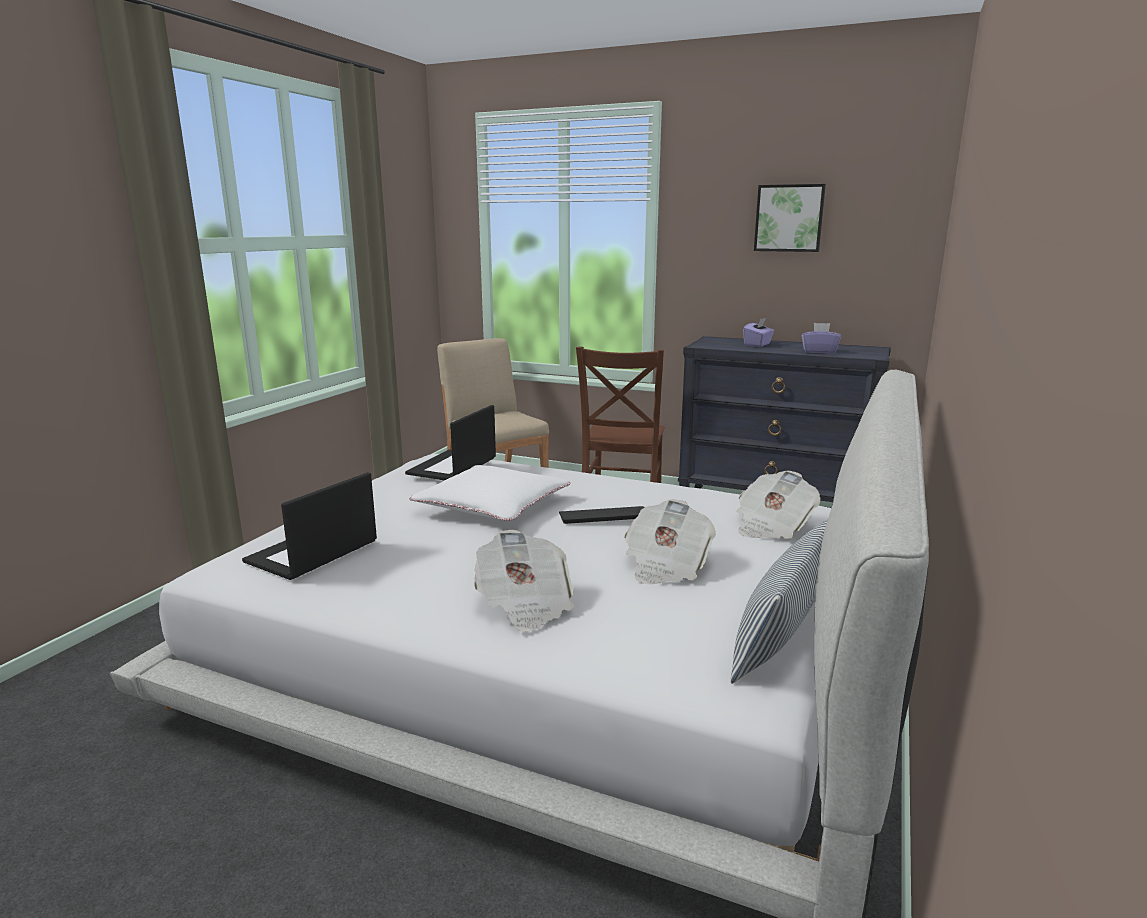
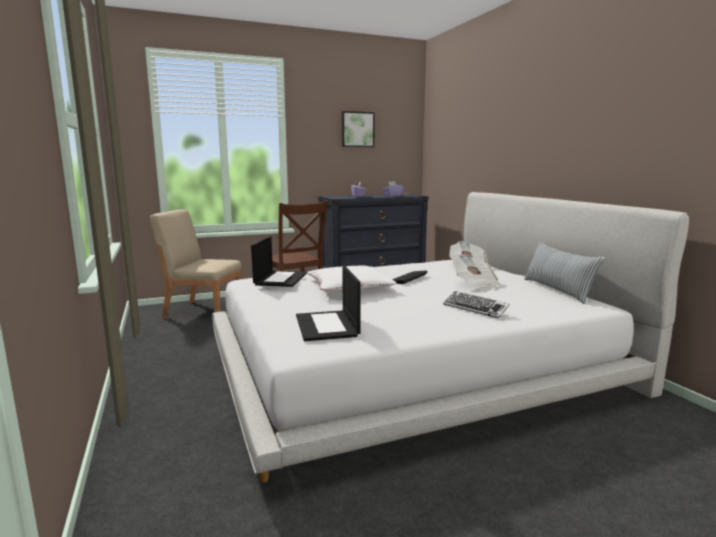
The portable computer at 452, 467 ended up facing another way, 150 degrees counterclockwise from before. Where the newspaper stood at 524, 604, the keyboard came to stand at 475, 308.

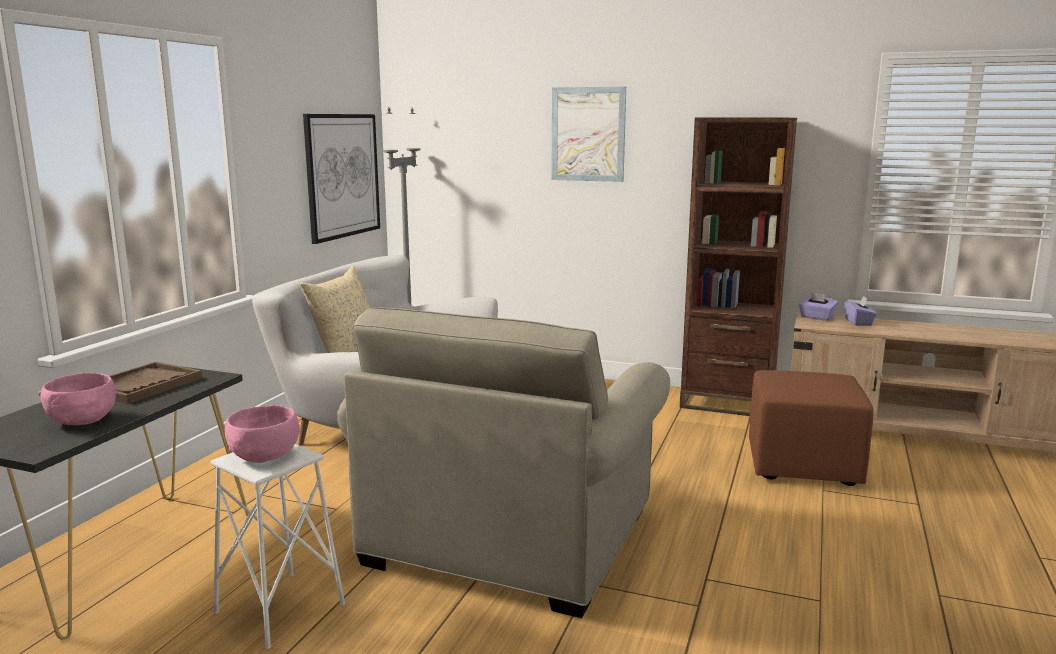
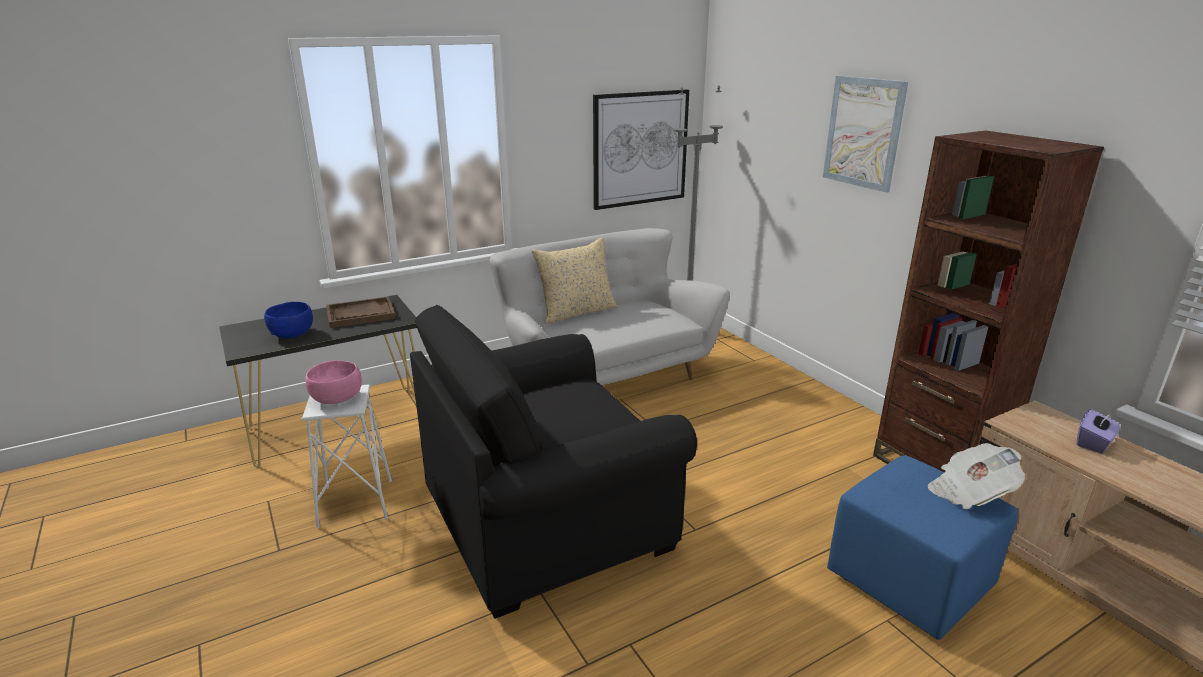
What was the pink serving bowl at 82, 420 turned into the bluish serving bowl at 292, 334. What was the beige lounge chair at 510, 536 turned into the black-coloured lounge chair at 546, 519. What was the brownish ottoman at 801, 465 turned into the bluish ottoman at 907, 580. The second view gained the newspaper at 970, 492. The second view lost the purple-coloured tissue holder at 816, 317.

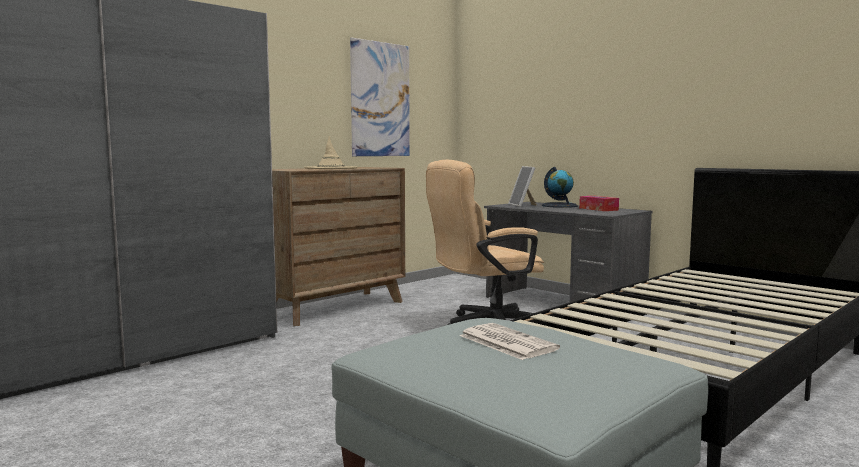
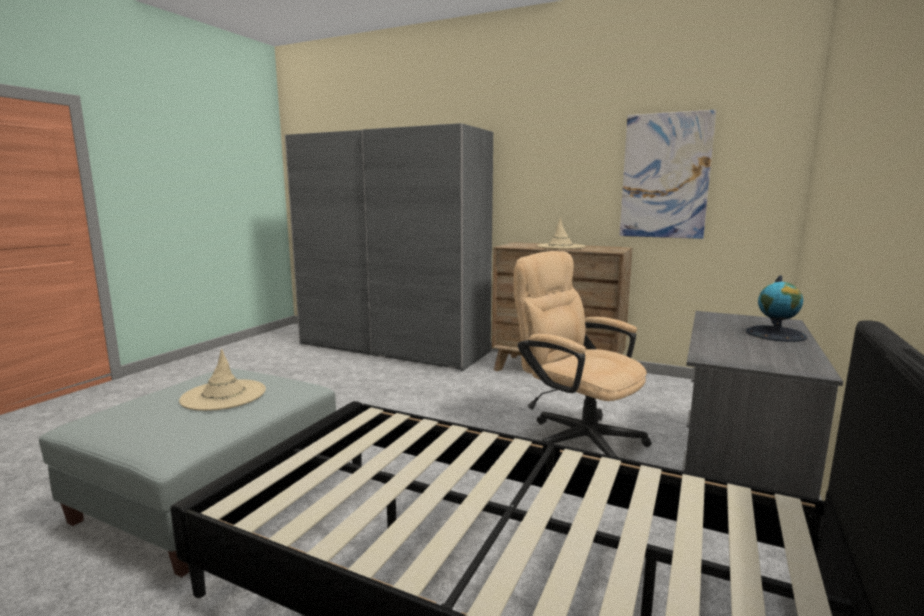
Where the newspaper stood at 506, 342, the beige clothing hat came to stand at 223, 395. The second view lost the photo frame at 523, 205. The second view lost the tissue holder at 598, 209.

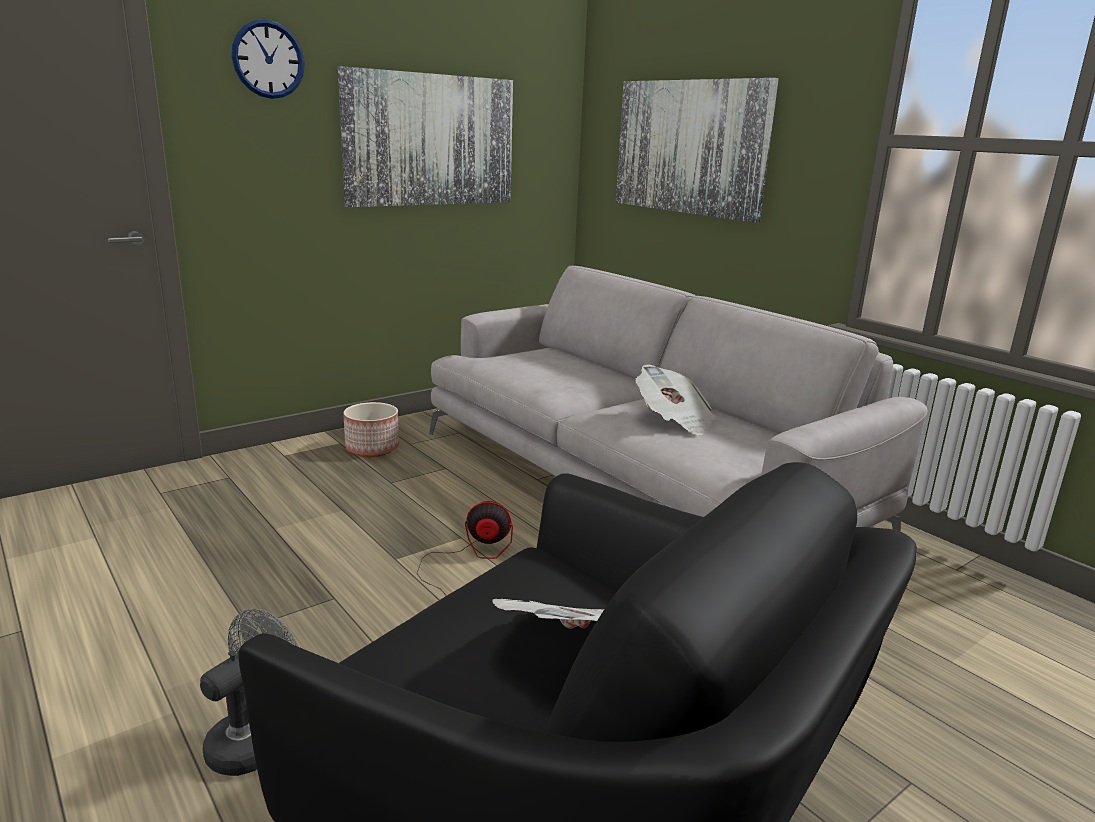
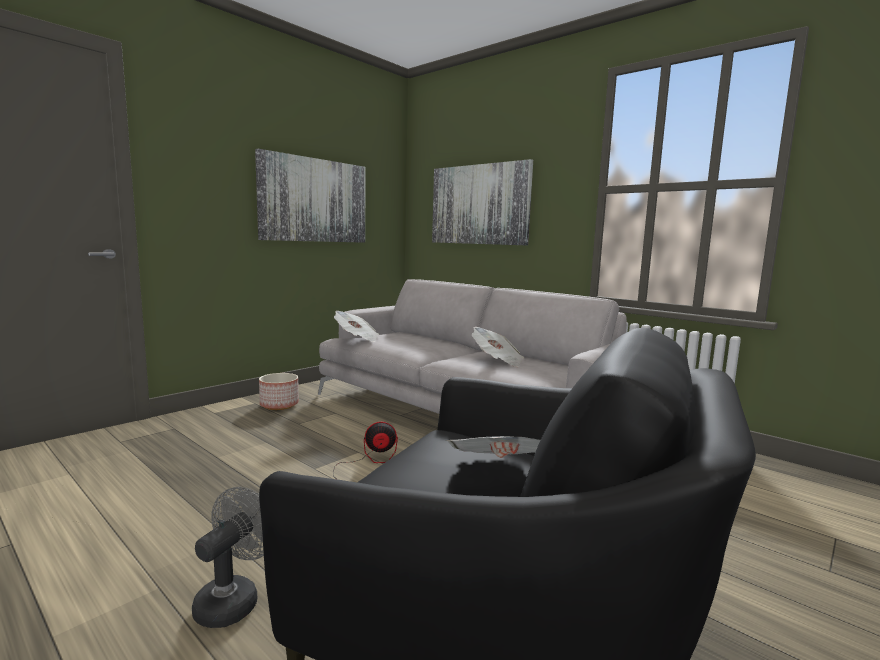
The second view gained the newspaper at 357, 338. The second view lost the hanging clock at 268, 59.

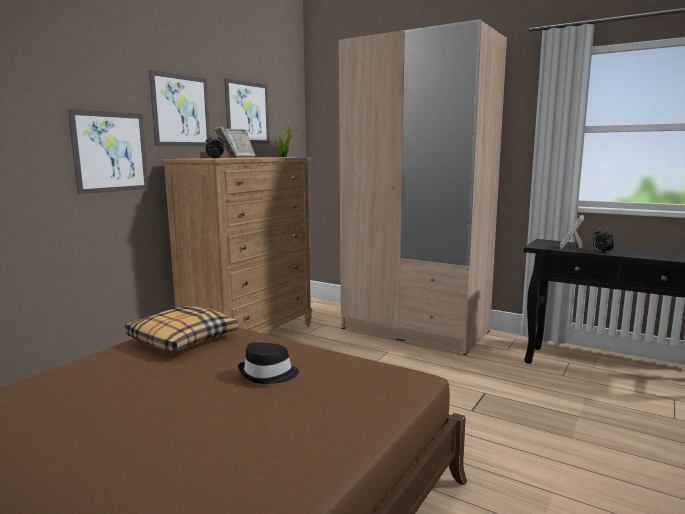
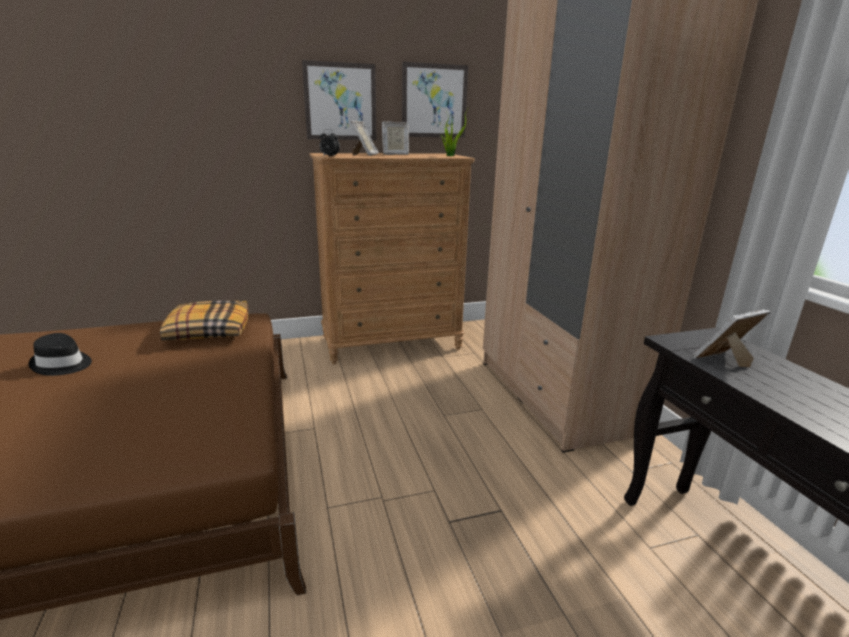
The black-coloured clothing hat ended up elsewhere, having gone from 268, 374 to 62, 364. The second view lost the picture at 110, 152. The second view lost the alarm clock at 601, 252.

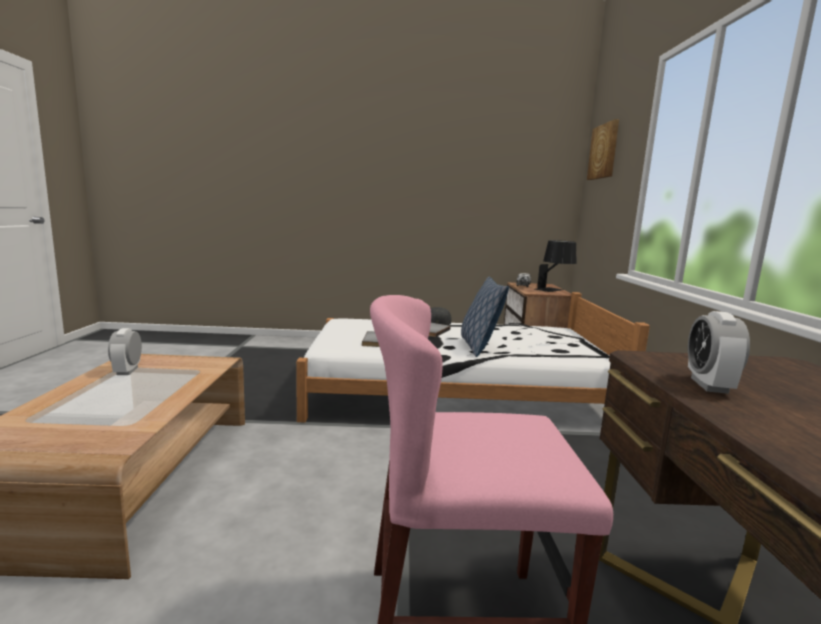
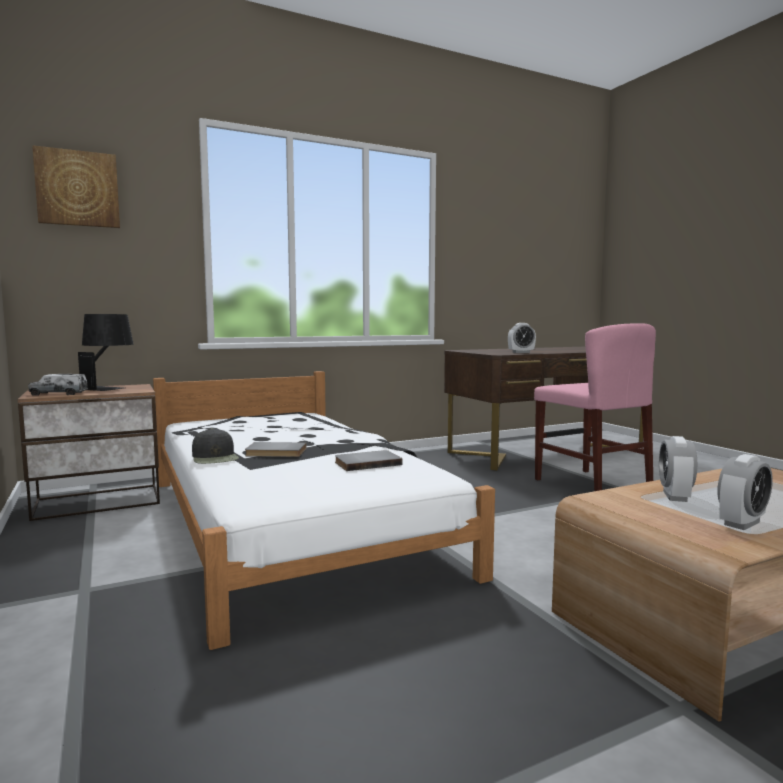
The second view gained the alarm clock at 675, 496. The second view lost the pillow at 479, 347.

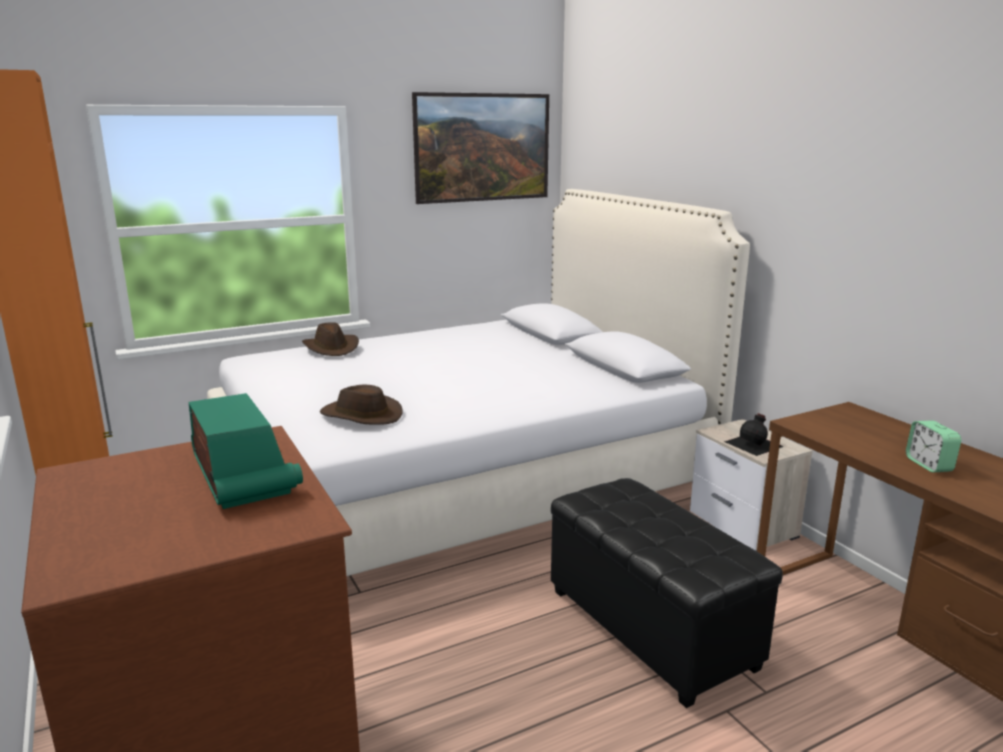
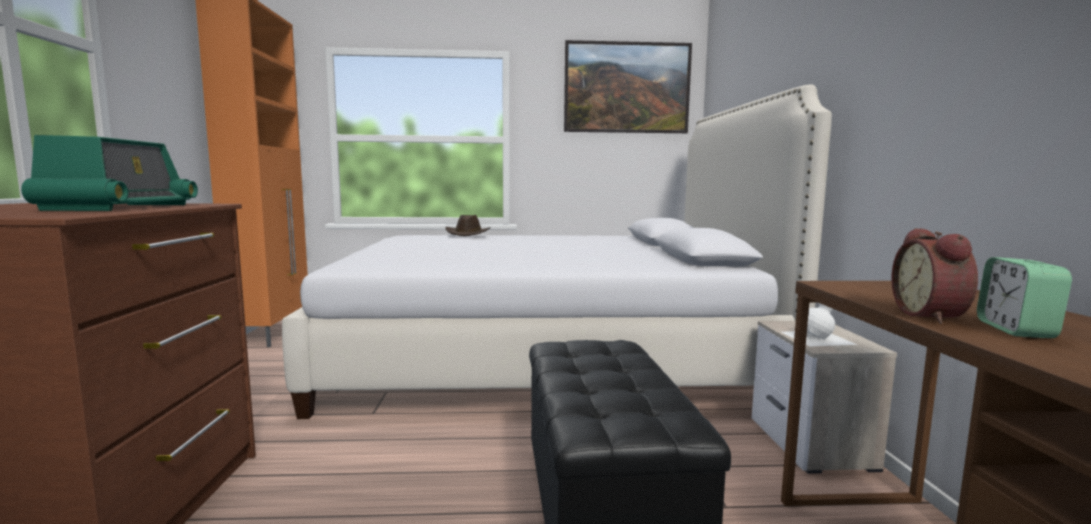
What was the black-coloured drink bottle at 754, 444 turned into the white drink bottle at 818, 338. The second view gained the alarm clock at 932, 316. The second view lost the brownish clothing hat at 361, 415.

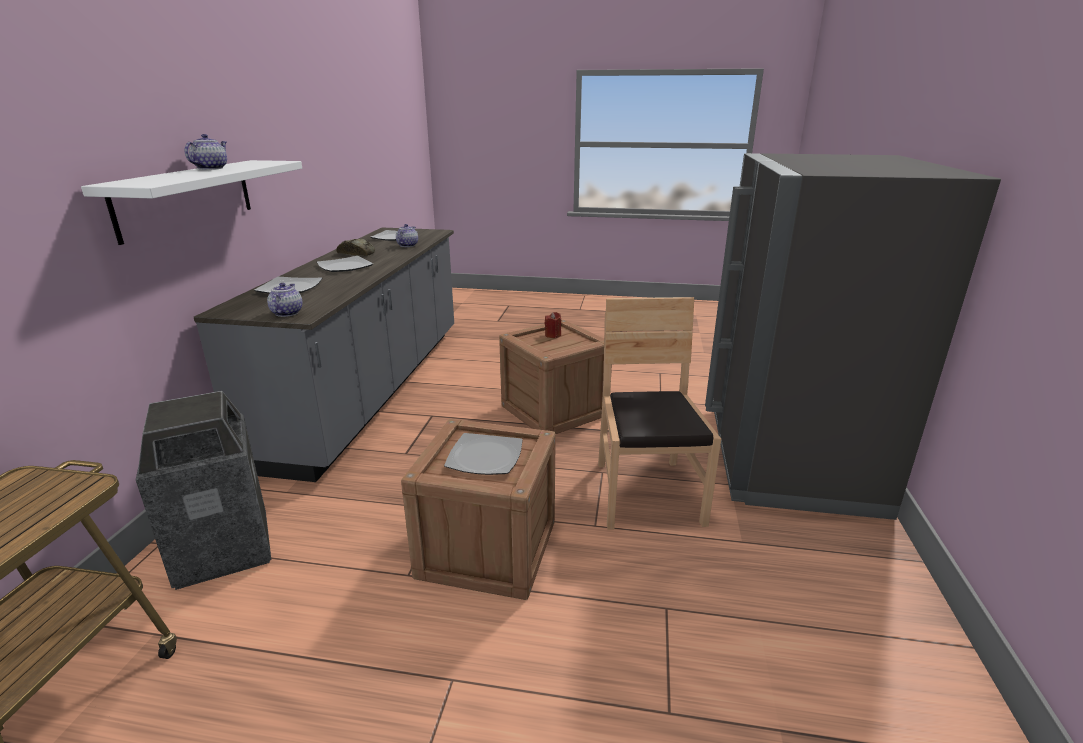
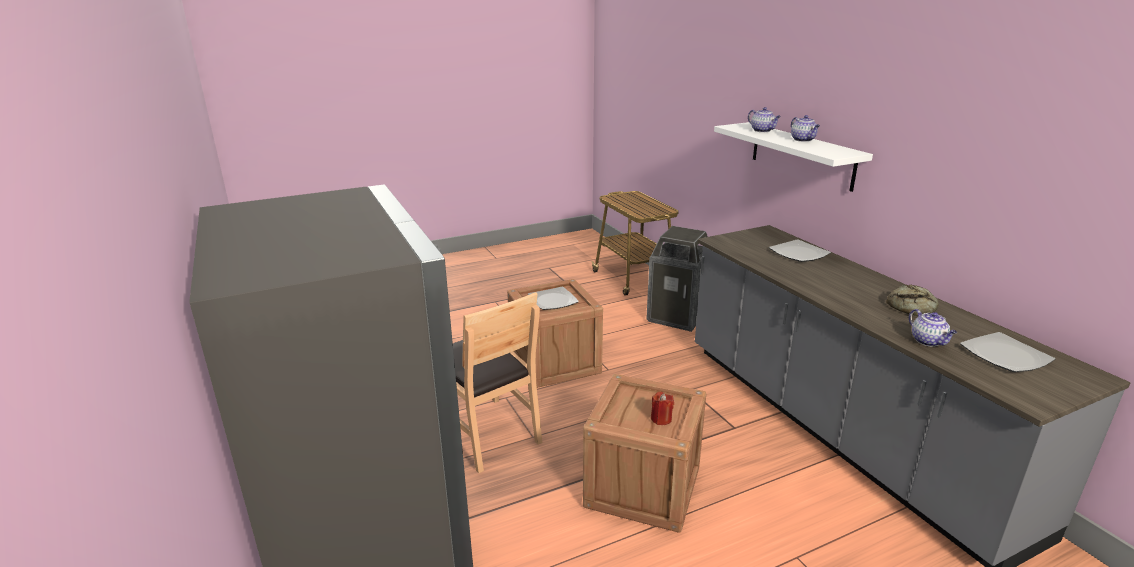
The tea pot ended up elsewhere, having gone from 287, 313 to 762, 131. The second view lost the dinner plate at 345, 267.

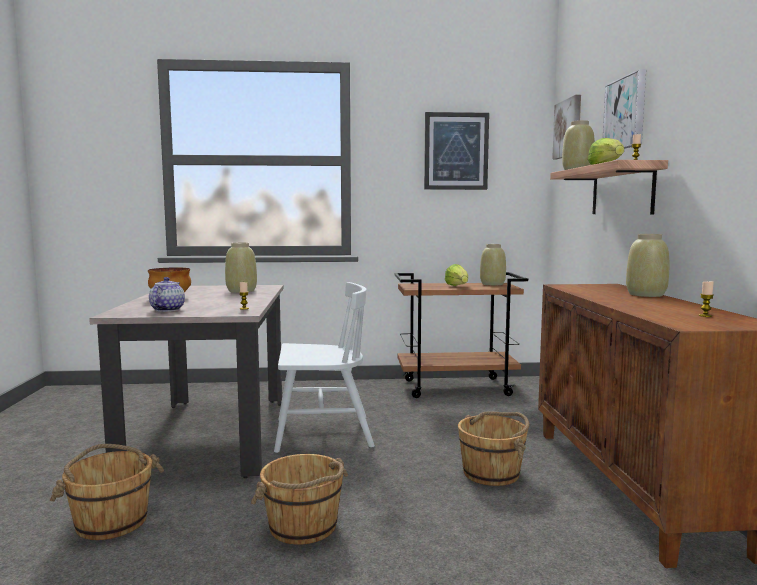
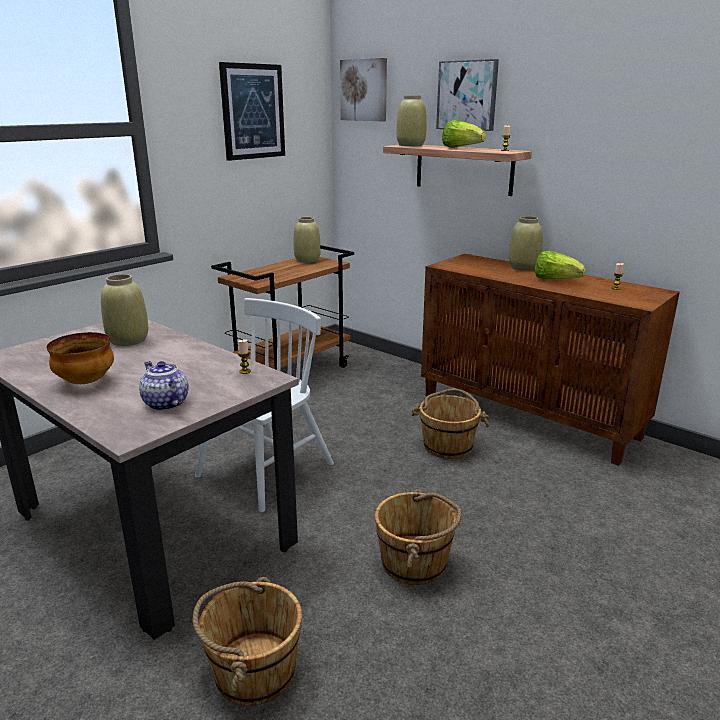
The lettuce ended up elsewhere, having gone from 457, 286 to 555, 280.

